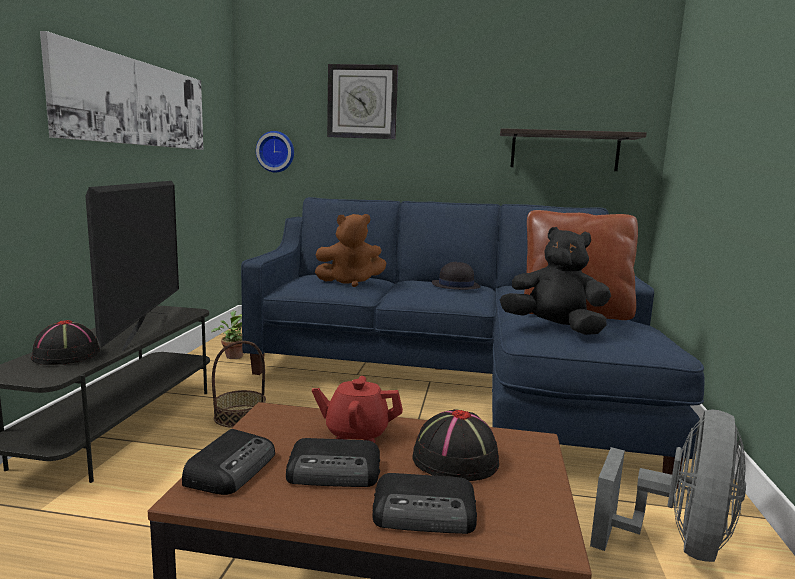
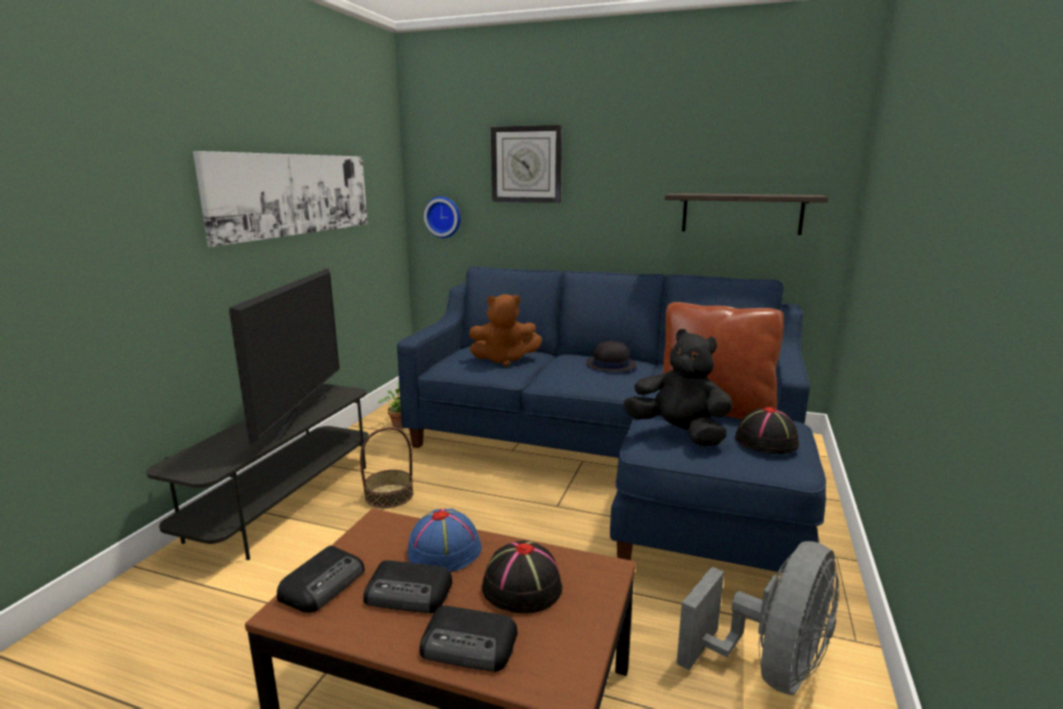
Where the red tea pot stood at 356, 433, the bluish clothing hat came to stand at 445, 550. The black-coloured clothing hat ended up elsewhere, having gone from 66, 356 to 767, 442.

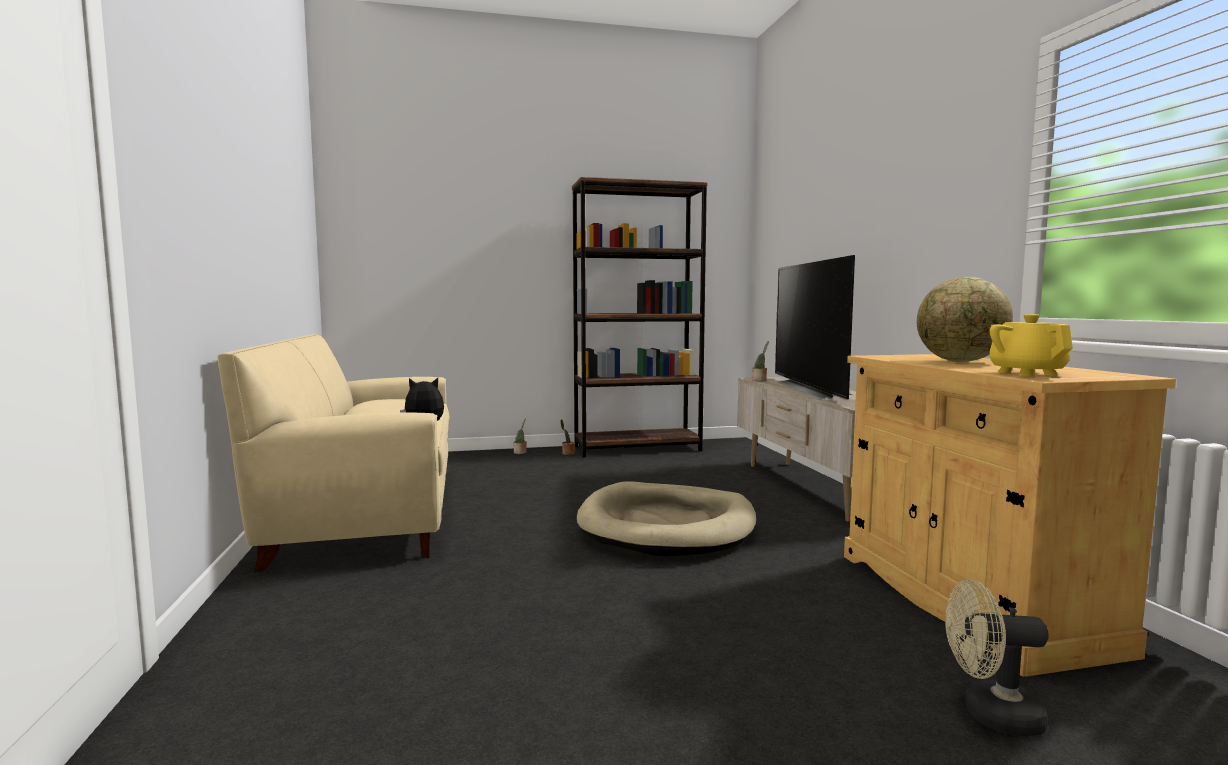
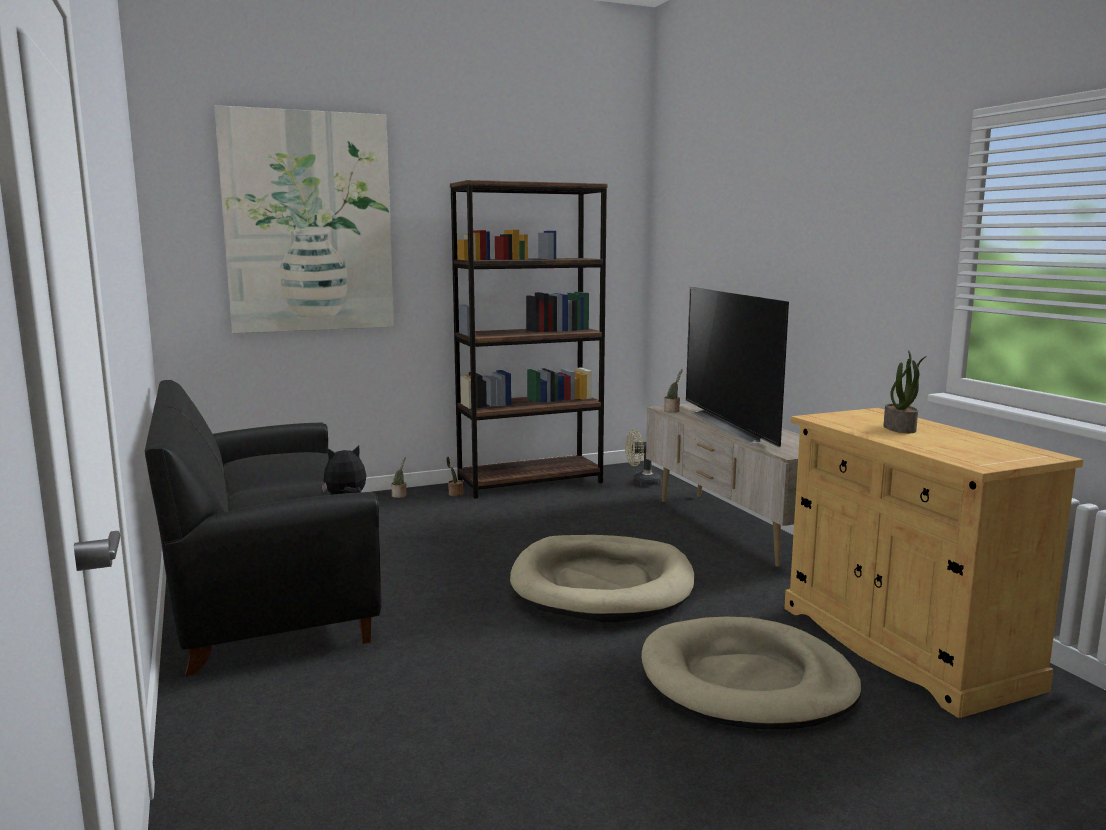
What was the beige sofa at 367, 513 turned into the black-coloured sofa at 267, 591. The second view gained the picture at 309, 223. The beige cooling fan ended up elsewhere, having gone from 990, 715 to 641, 482. The second view gained the beige dog cushion at 747, 681. Where the globe stood at 961, 361, the houseplant came to stand at 900, 428. The second view lost the yellow-coloured tea pot at 1026, 373.

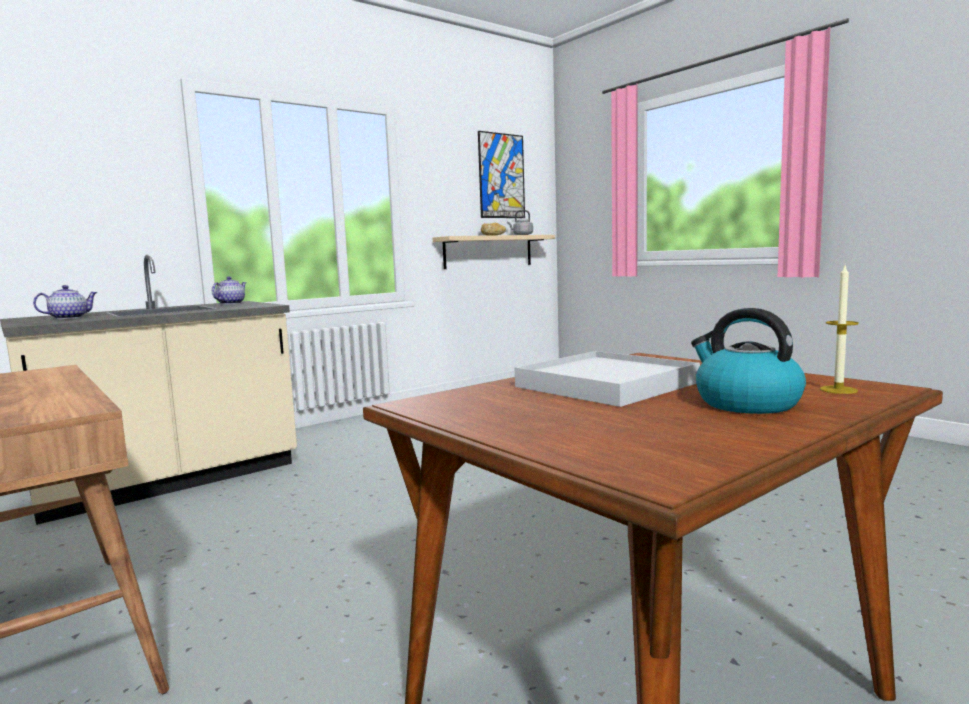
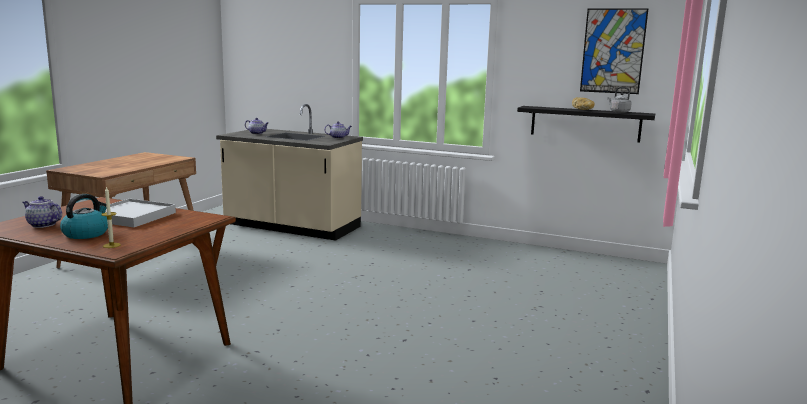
The second view gained the tea pot at 42, 225. What was the beige bracket shelf at 488, 251 turned into the black-coloured bracket shelf at 585, 123.

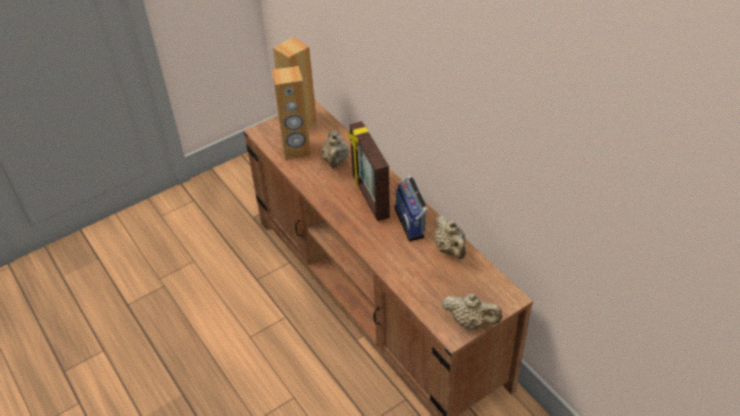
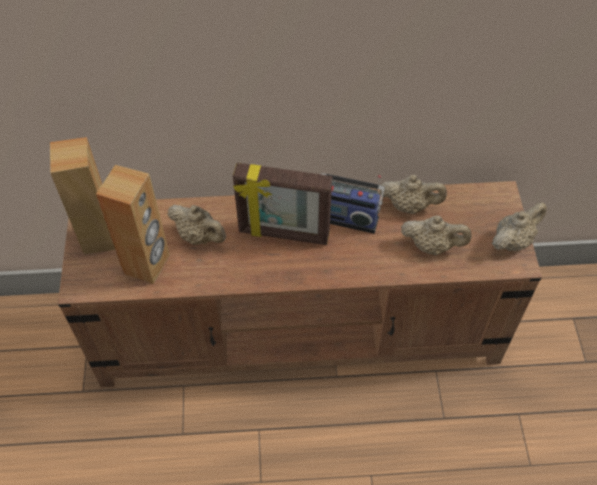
The second view gained the beige tea pot at 432, 246.

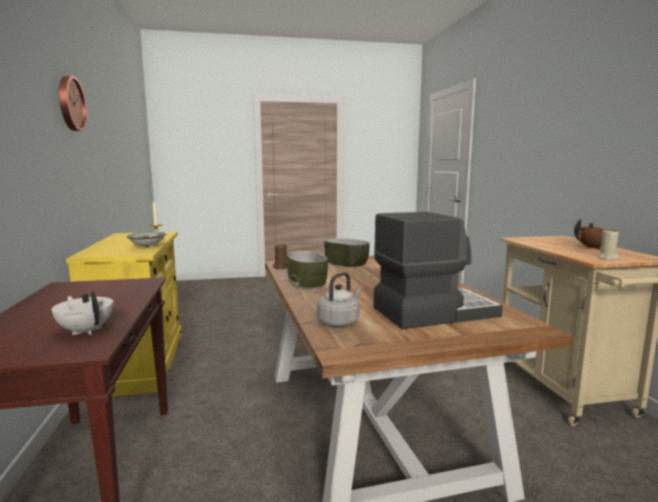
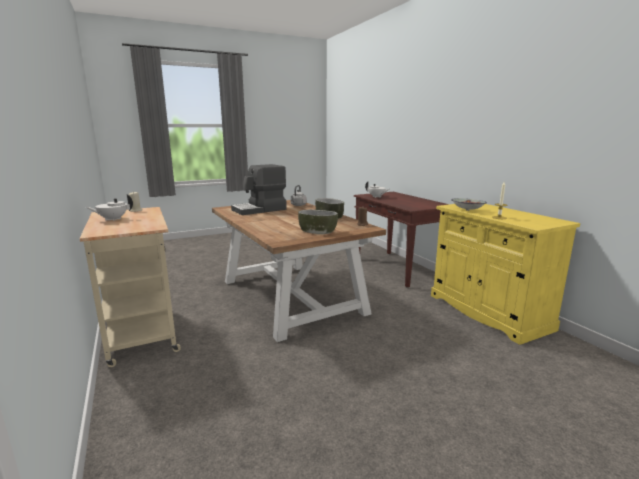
What was the brownish tea pot at 593, 247 turned into the white tea pot at 113, 219. The second view lost the hanging clock at 70, 103.

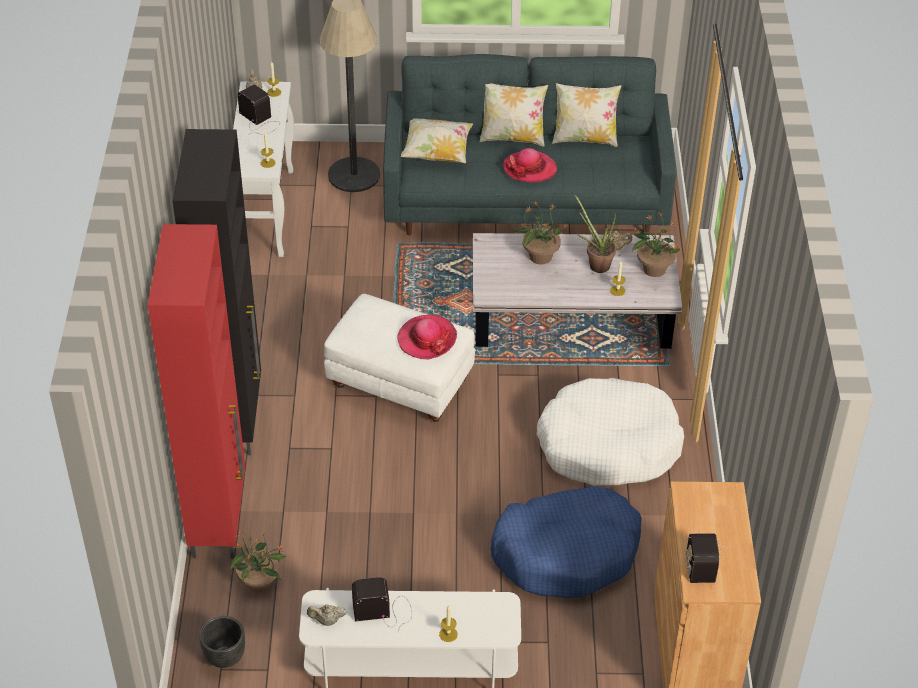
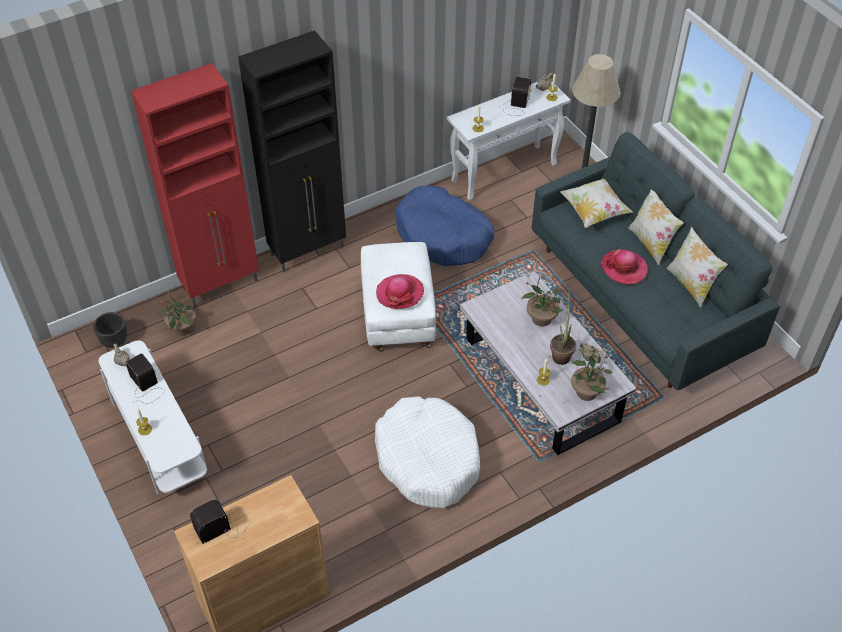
The bluish dog cushion ended up elsewhere, having gone from 567, 552 to 443, 236.

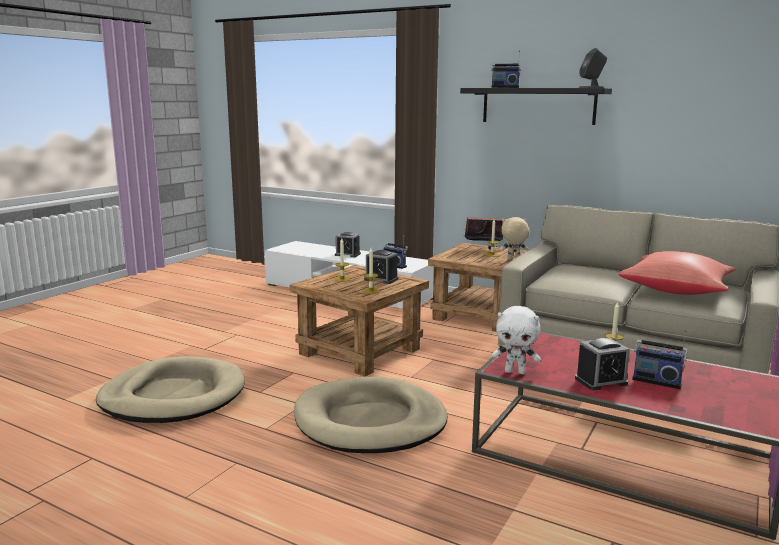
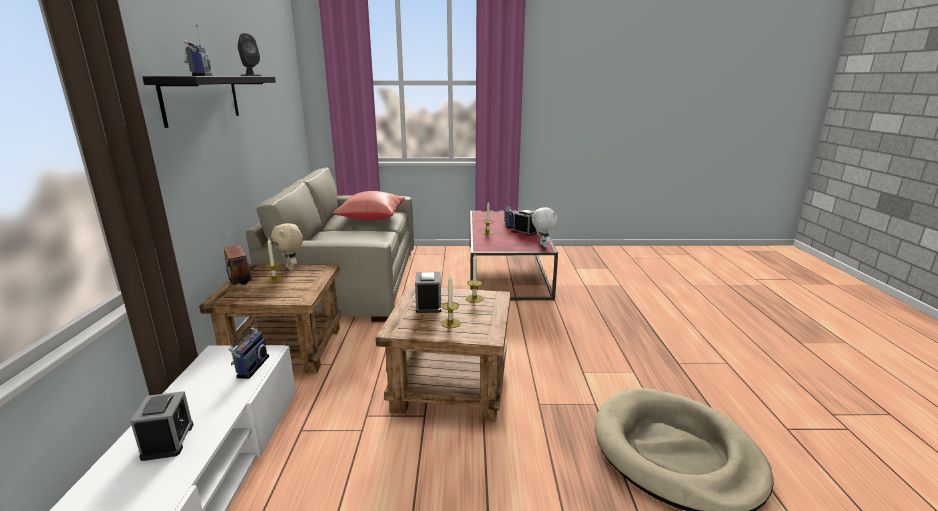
The second view lost the beige dog cushion at 370, 421.

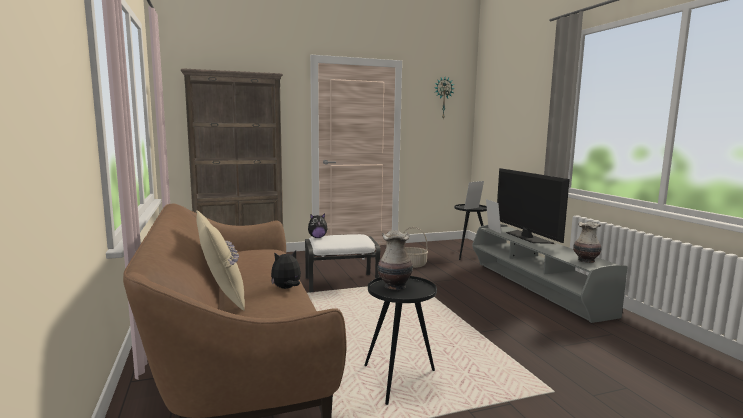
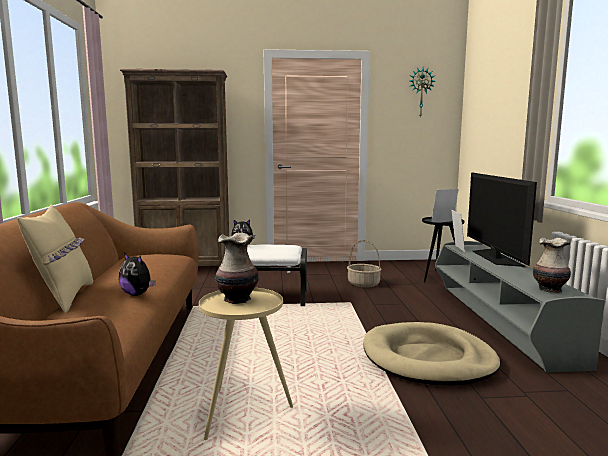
The soft toy at 286, 288 ended up facing another way, 135 degrees counterclockwise from before. What was the black-coloured end table at 399, 380 turned into the beige end table at 244, 413. The second view gained the beige dog cushion at 428, 359.

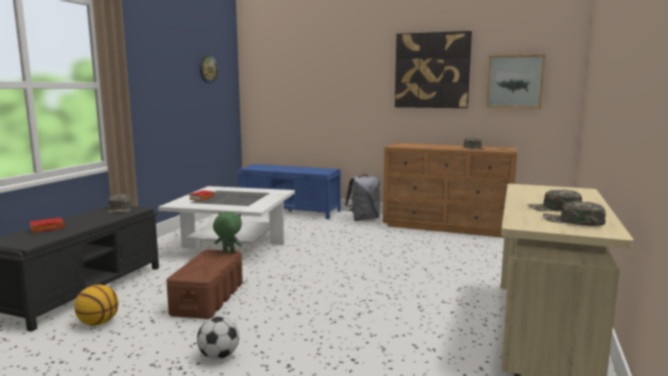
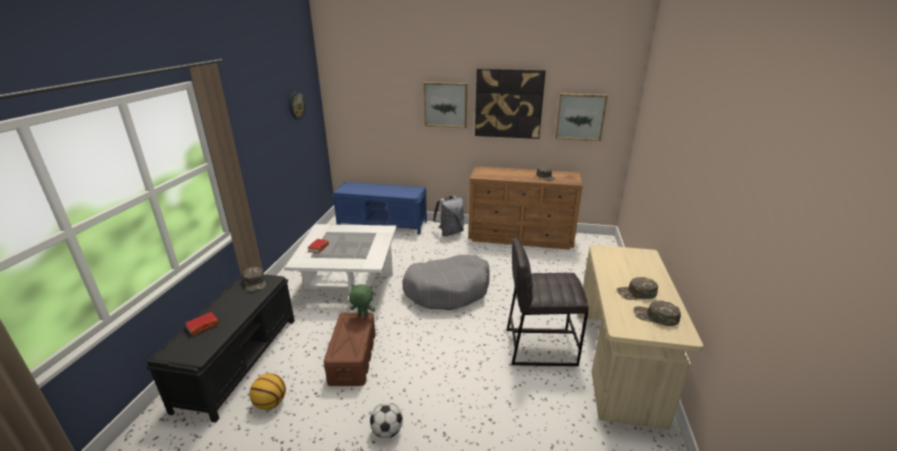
The second view gained the grey dog cushion at 448, 290. The second view gained the picture at 445, 105. The second view gained the grey stool seat at 539, 346.

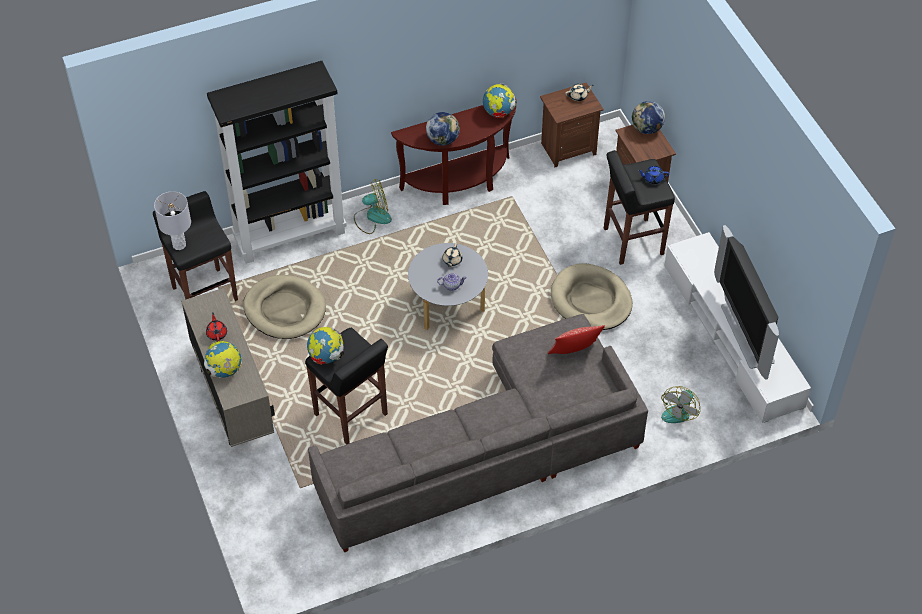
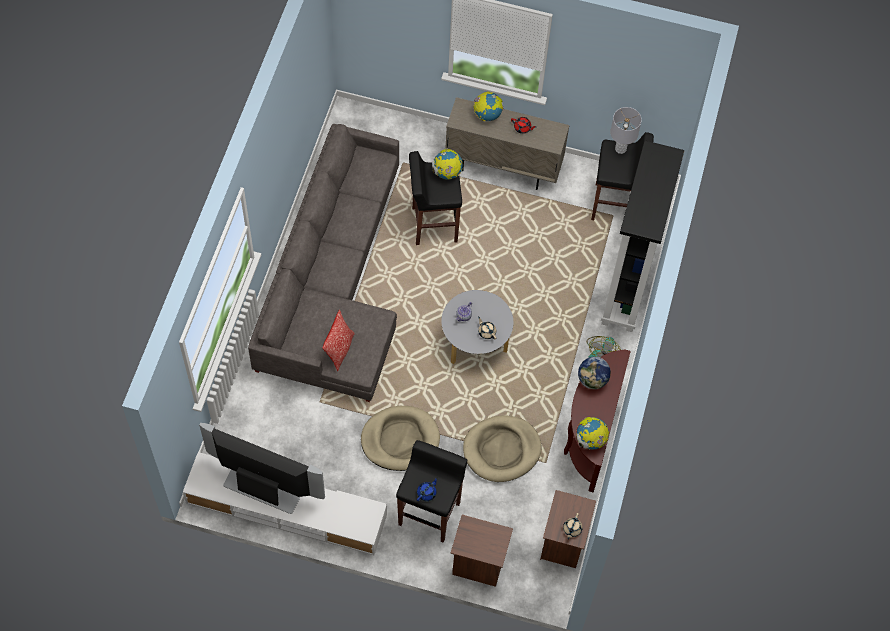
The beige dog cushion ended up elsewhere, having gone from 285, 309 to 502, 450. The second view lost the globe at 646, 129. The second view lost the cooling fan at 679, 410.

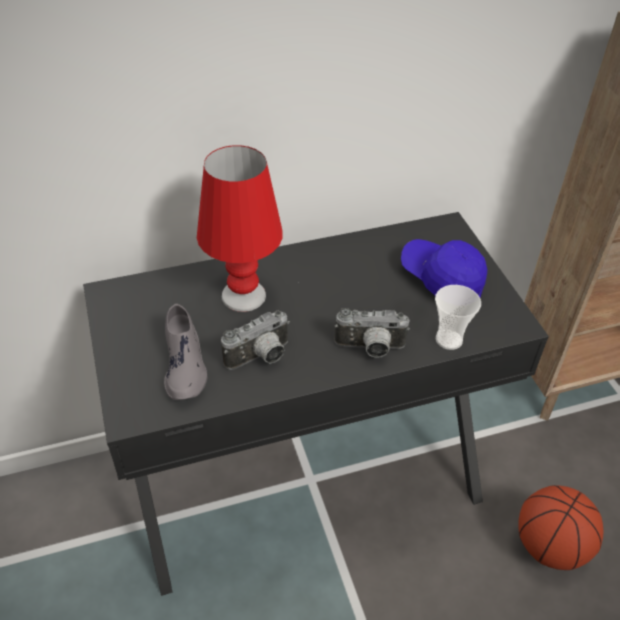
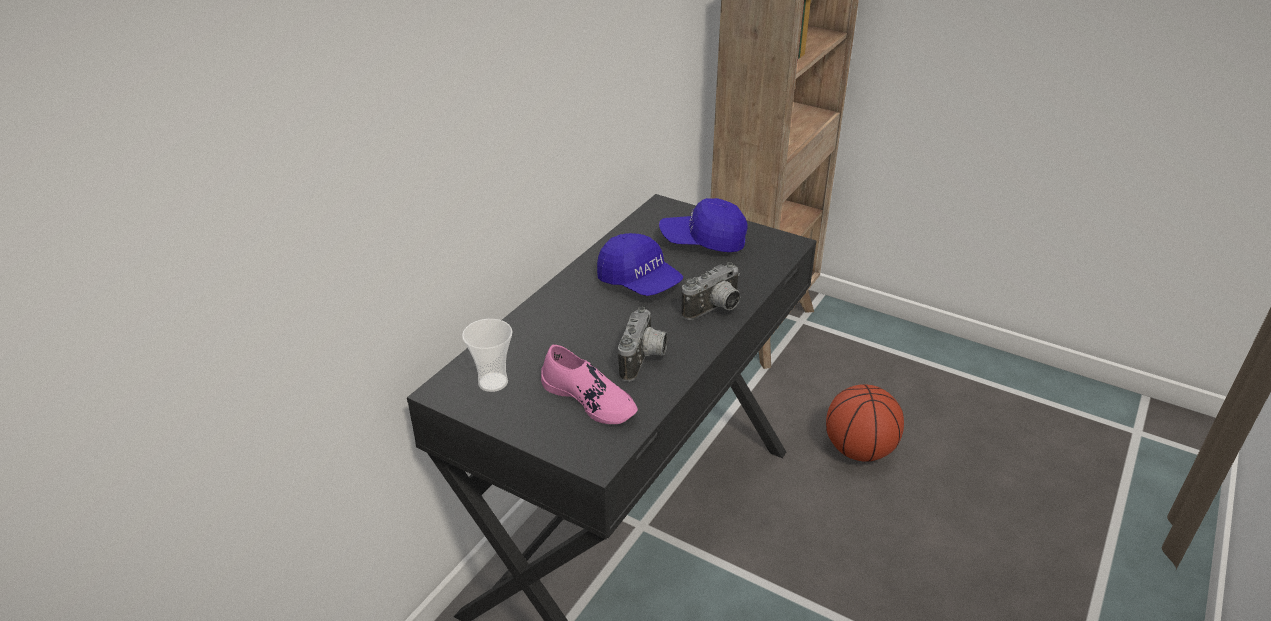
The small cup ended up elsewhere, having gone from 449, 340 to 493, 382. What was the grey item of footwear at 184, 364 turned into the pink item of footwear at 590, 399. The second view gained the bluish baseball cap at 639, 282. The second view lost the red tabletop lamp at 243, 295.

